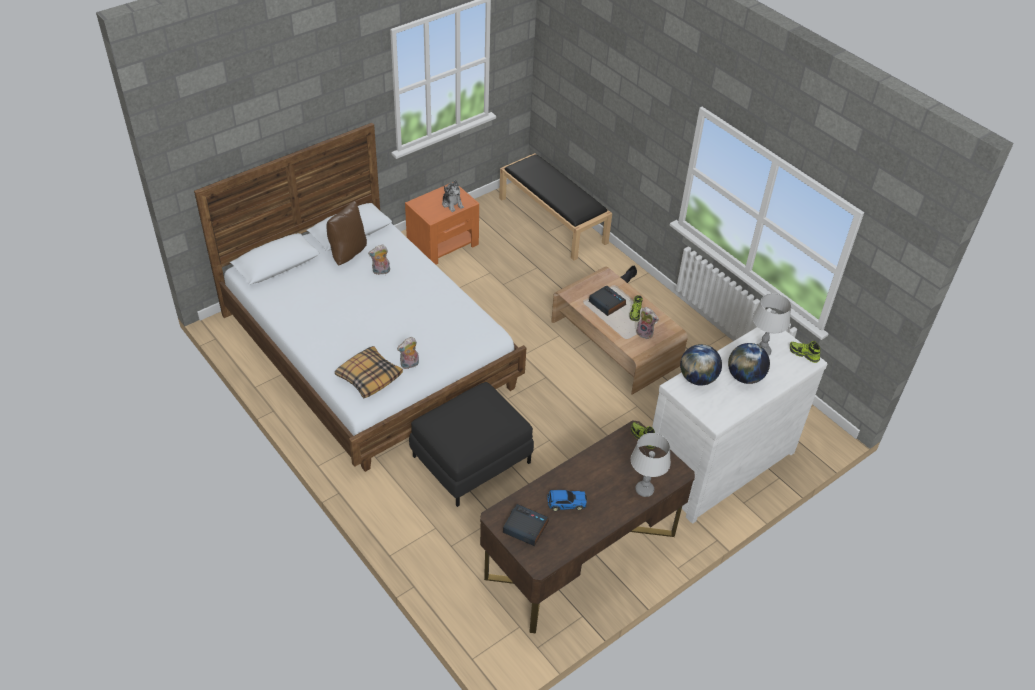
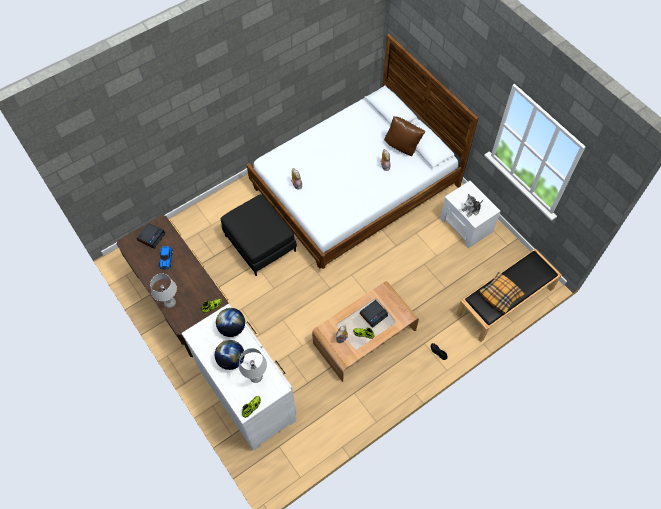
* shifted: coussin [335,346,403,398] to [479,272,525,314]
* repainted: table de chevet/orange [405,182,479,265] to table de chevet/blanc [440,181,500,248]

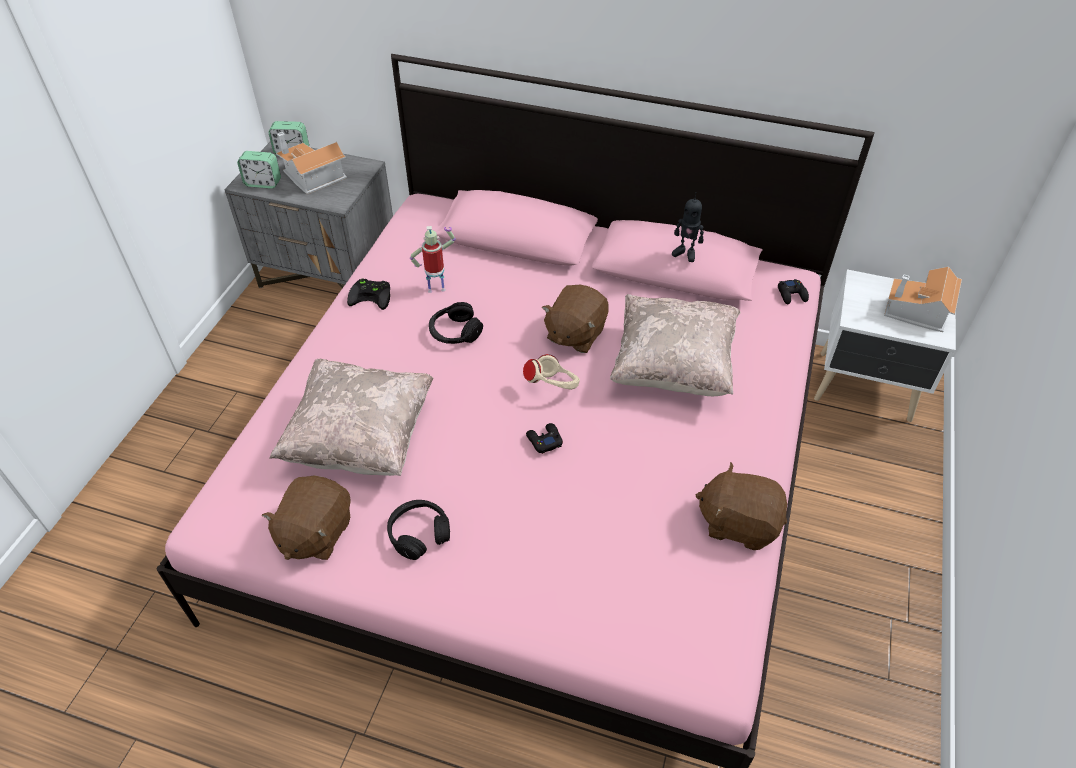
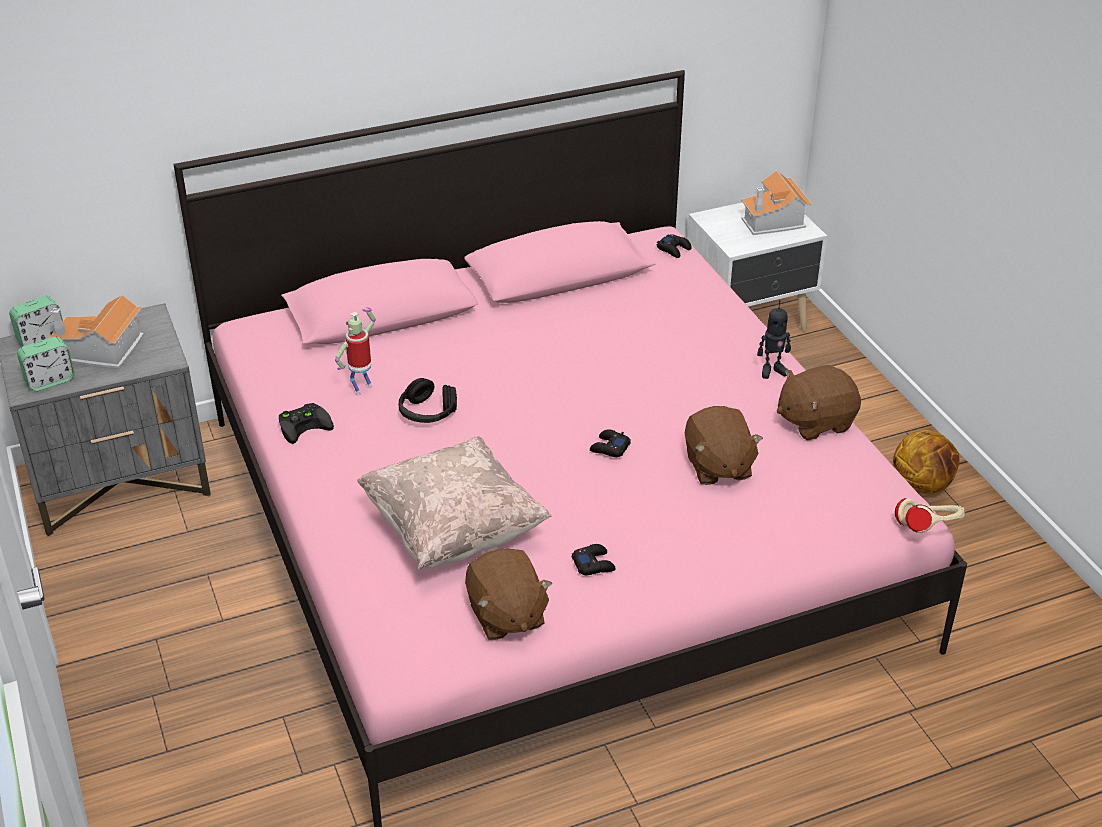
* swapped: casque audio/noir [387,500,450,560] to manette/noir [572,544,616,575]
* shifted: casque audio/beige [523,354,580,390] to [895,498,965,533]
* shifted: peluche/marron [542,285,609,353] to [685,406,763,485]
* gone: coussin/beige [610,294,741,396]
* shifted: robot jouet [672,192,704,262] to [757,300,791,379]
* new: ballon de basket [893,430,959,494]

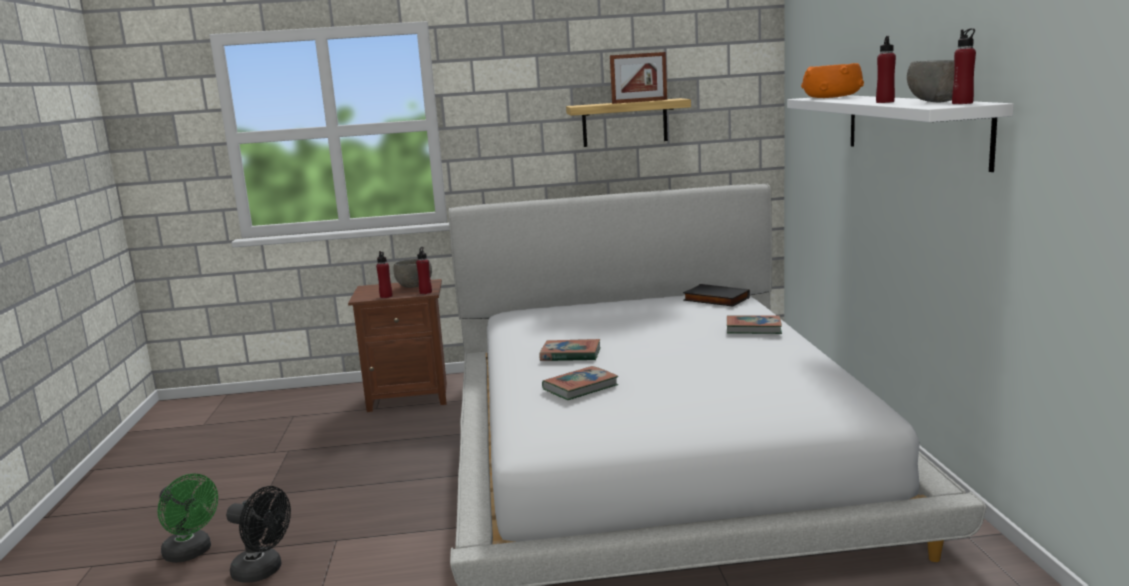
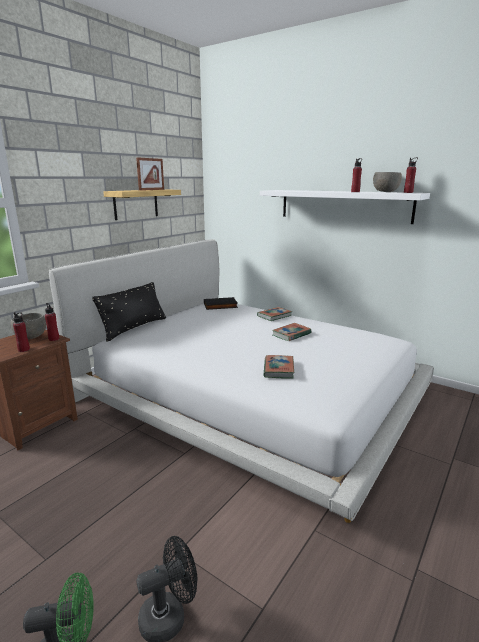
* shifted: livre [539,339,601,361] to [272,323,312,341]
* gone: bol/orange [801,63,864,98]
* new: coussin/noir [92,282,166,342]

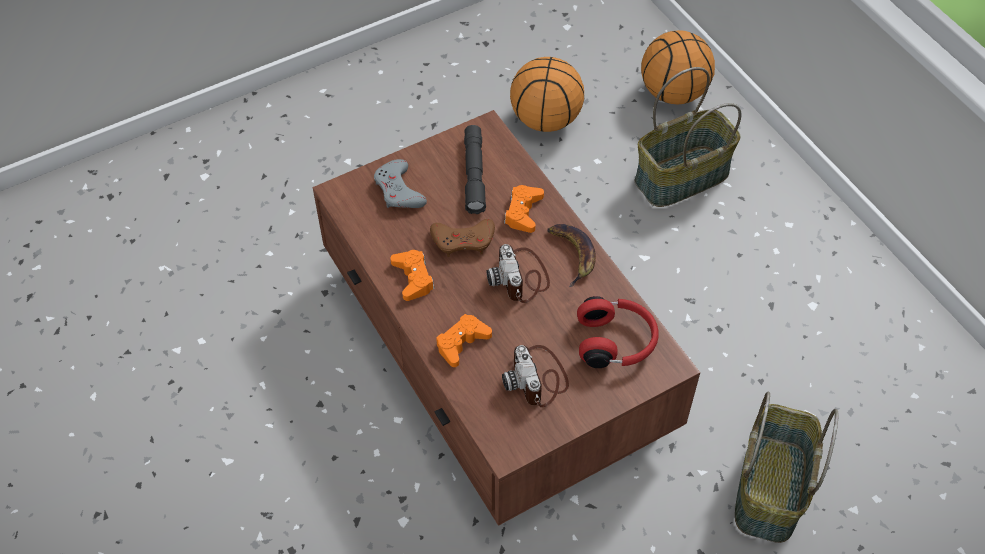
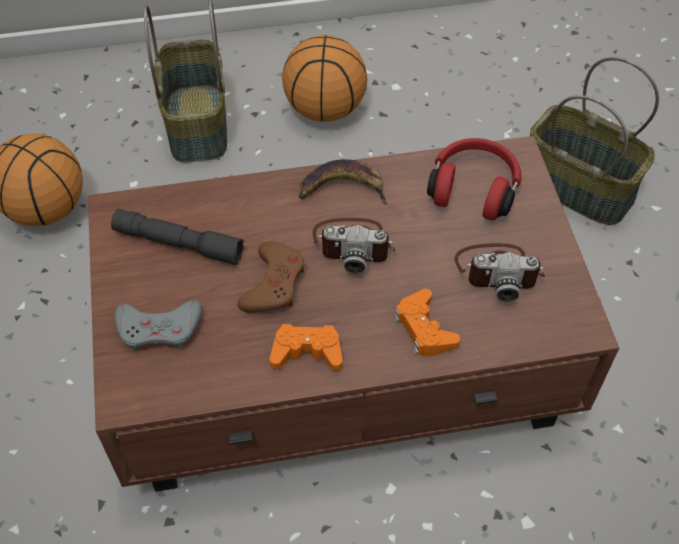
* gone: manette/orange [504,185,544,233]
* shifted: ballon de basket [641,30,715,104] to [282,35,367,122]

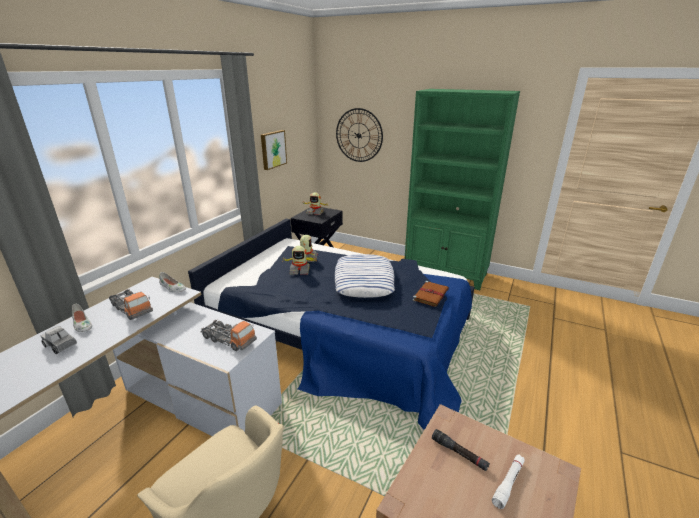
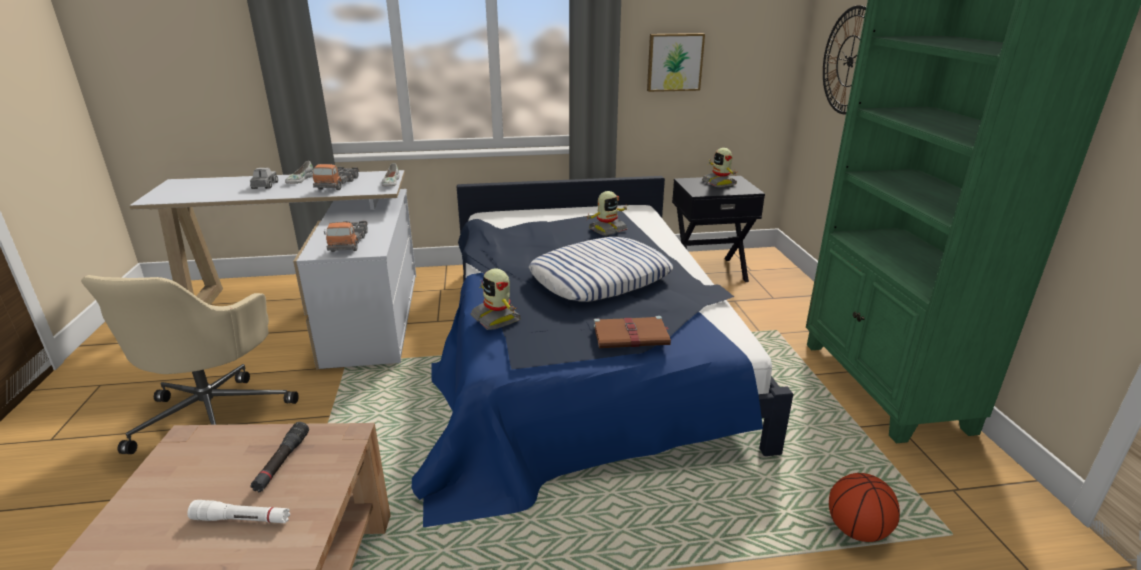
* shifted: robot jouet [283,246,317,275] to [470,268,521,330]
* new: ballon de basket [829,473,900,542]

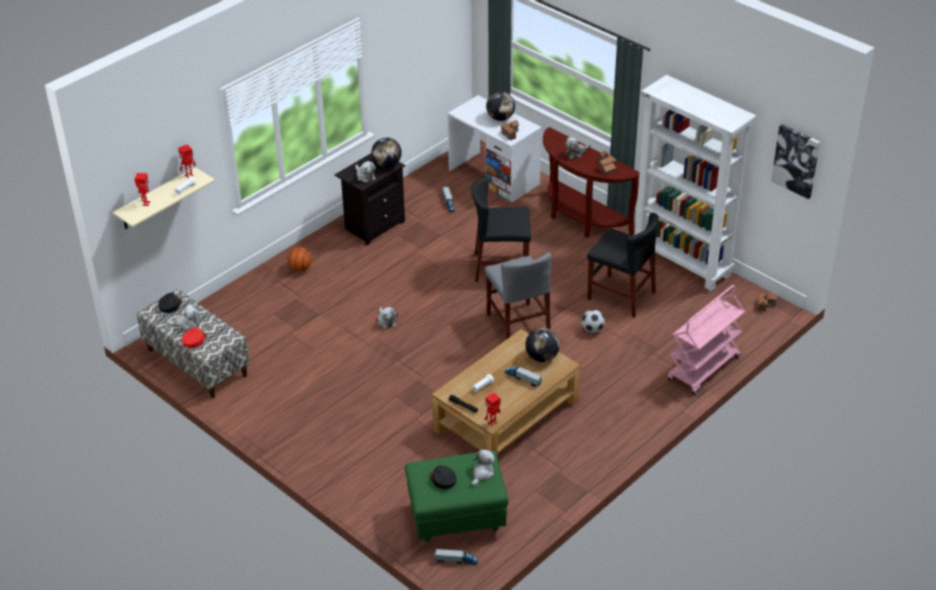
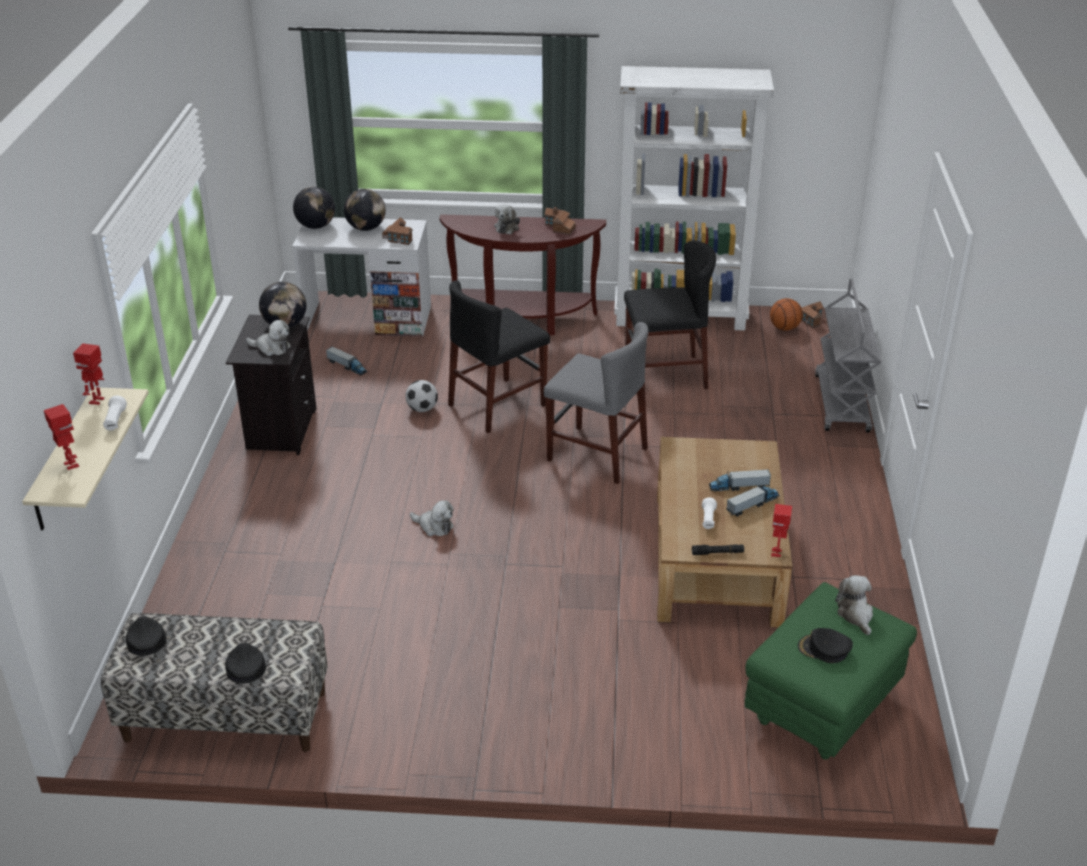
* gone: peluche [166,304,199,330]
* repainted: casquette/rouge [182,327,207,348] to casquette/noir [225,642,266,683]
* shifted: ballon de basket [287,247,312,272] to [770,298,803,331]
* shifted: camion jouet [435,549,478,565] to [726,487,780,517]
* shifted: globe [525,328,560,362] to [293,187,335,229]
* shifted: ballon de foot [581,309,605,333] to [405,380,438,412]
* repainted: chariot/rose [668,285,745,395] to chariot/gris [815,279,882,433]
* gone: tableau [771,124,820,199]

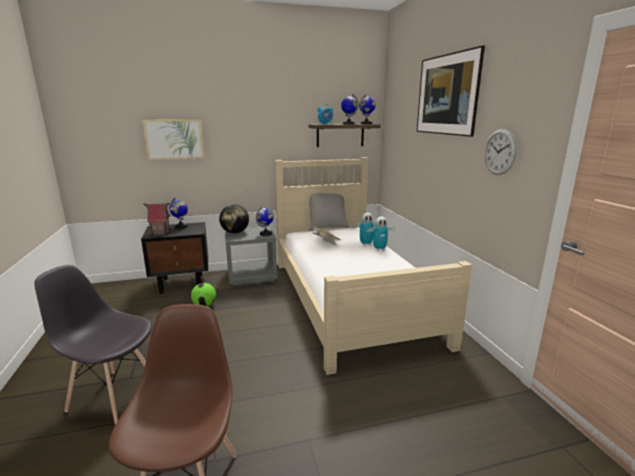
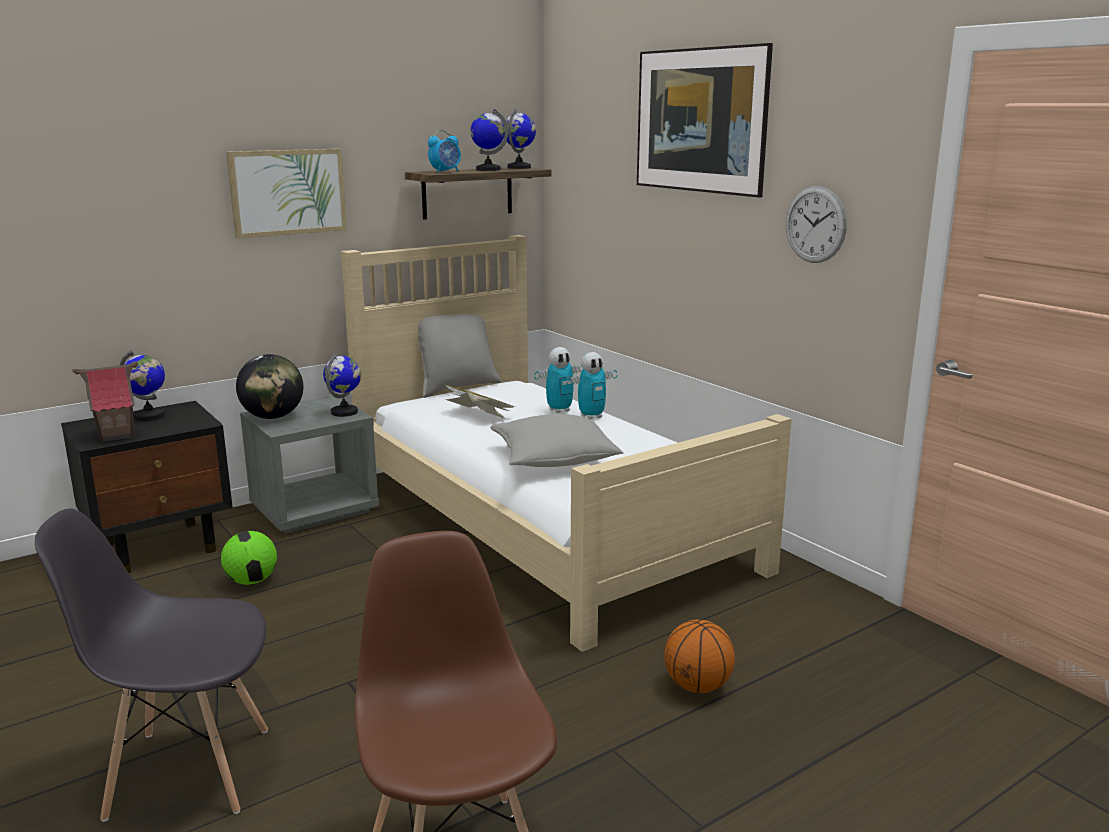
* shifted: tableau [142,119,205,160] to [226,149,347,239]
* new: coussin/gris [490,414,624,467]
* new: ballon de basket [664,619,735,693]

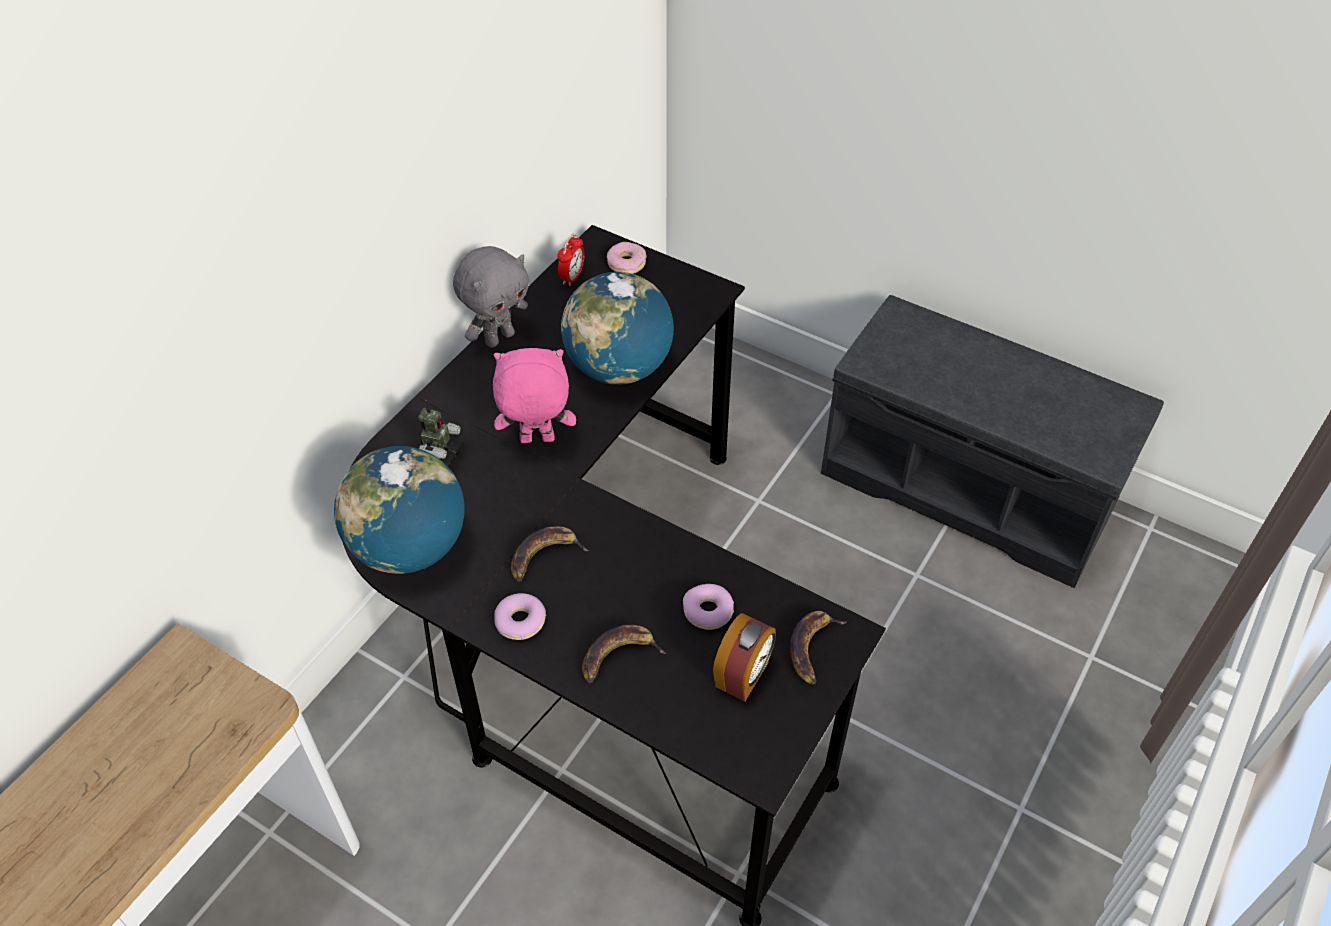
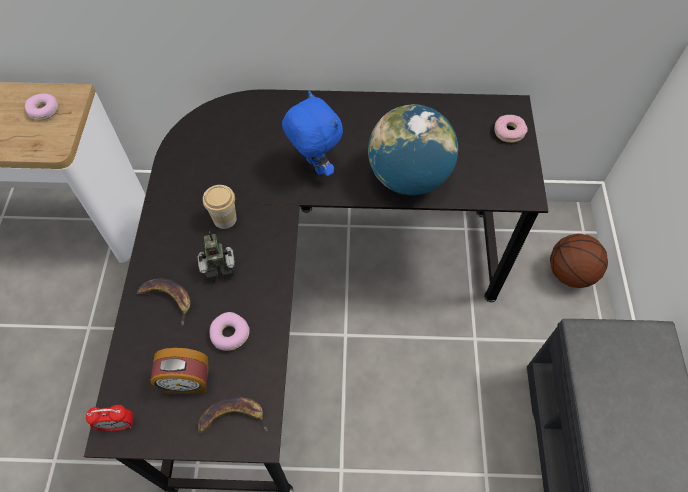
* gone: globe [334,446,465,574]
* shifted: robot jouet [417,400,464,469] to [197,232,235,282]
* gone: peluche/gris [453,246,529,348]
* repainted: peluche/rose [493,348,576,443] to peluche/bleu [282,91,343,176]
* shifted: beignet [494,593,546,640] to [25,93,58,120]
* swapped: banane [511,526,590,582] to tasse [203,185,237,229]
* shifted: réveil [558,234,584,286] to [86,405,133,431]
* new: ballon de basket [550,234,608,288]

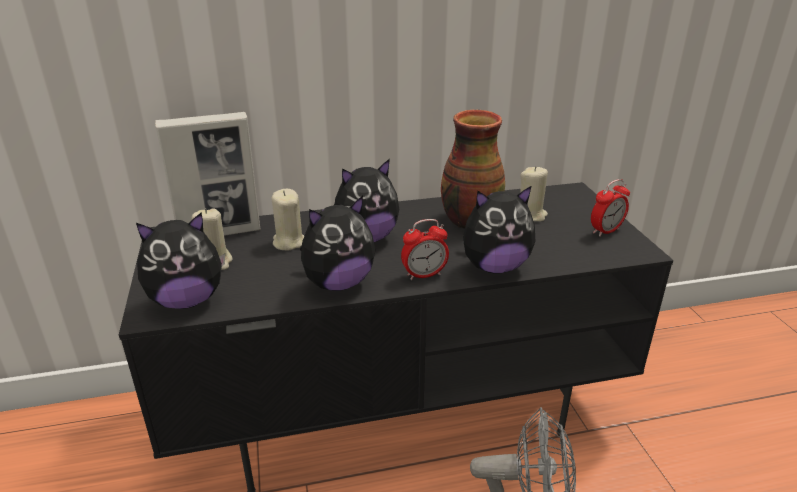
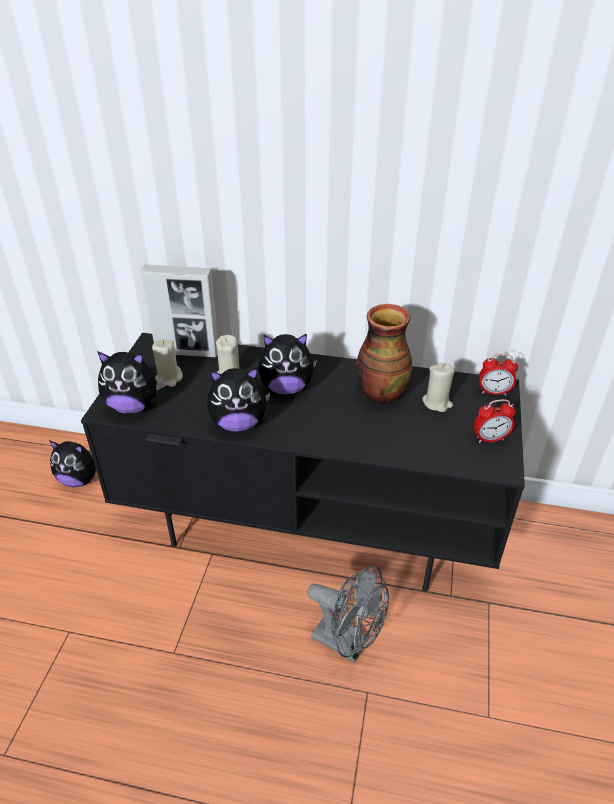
* shifted: réveil [401,219,449,280] to [479,354,518,395]
* shifted: peluche [463,186,535,274] to [49,440,96,487]

